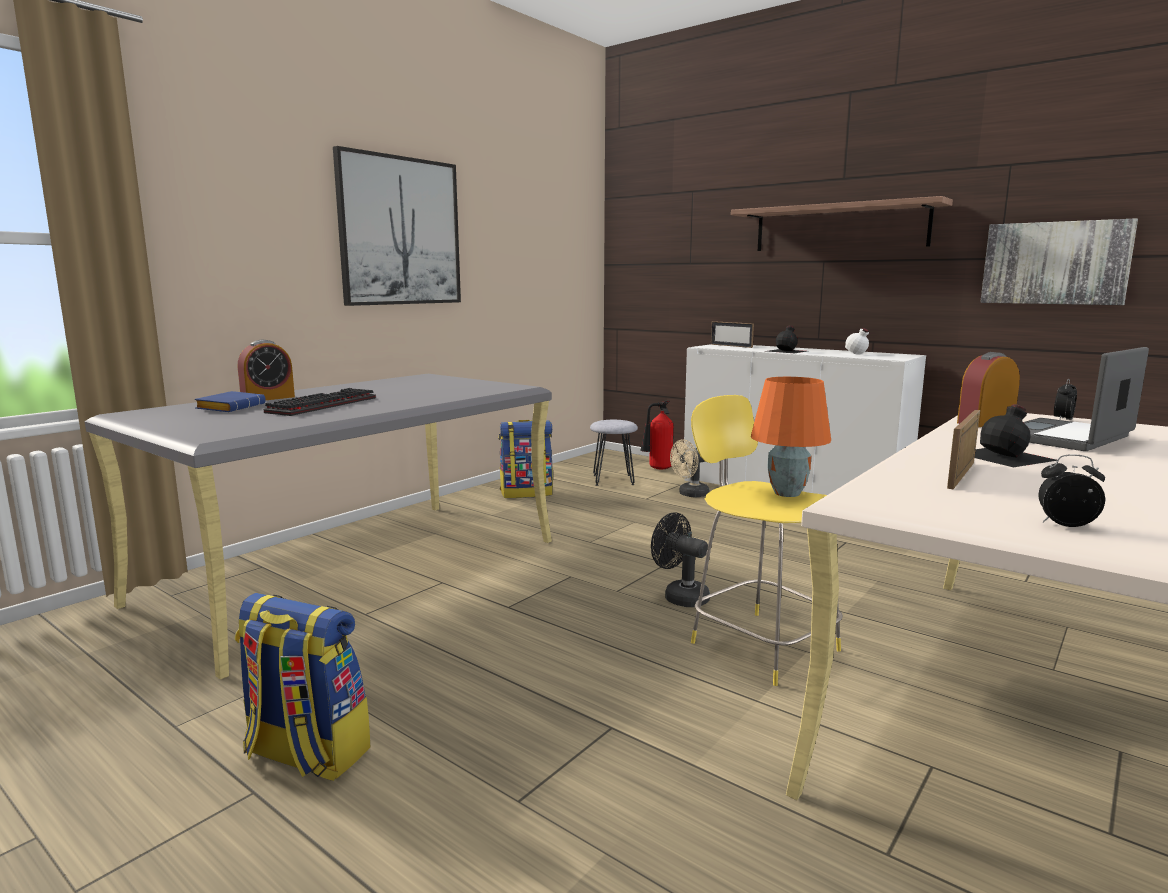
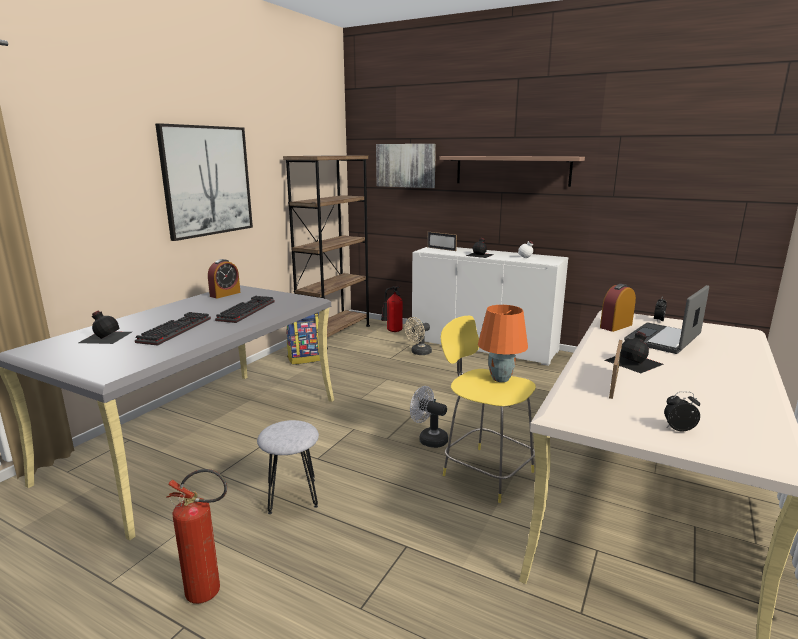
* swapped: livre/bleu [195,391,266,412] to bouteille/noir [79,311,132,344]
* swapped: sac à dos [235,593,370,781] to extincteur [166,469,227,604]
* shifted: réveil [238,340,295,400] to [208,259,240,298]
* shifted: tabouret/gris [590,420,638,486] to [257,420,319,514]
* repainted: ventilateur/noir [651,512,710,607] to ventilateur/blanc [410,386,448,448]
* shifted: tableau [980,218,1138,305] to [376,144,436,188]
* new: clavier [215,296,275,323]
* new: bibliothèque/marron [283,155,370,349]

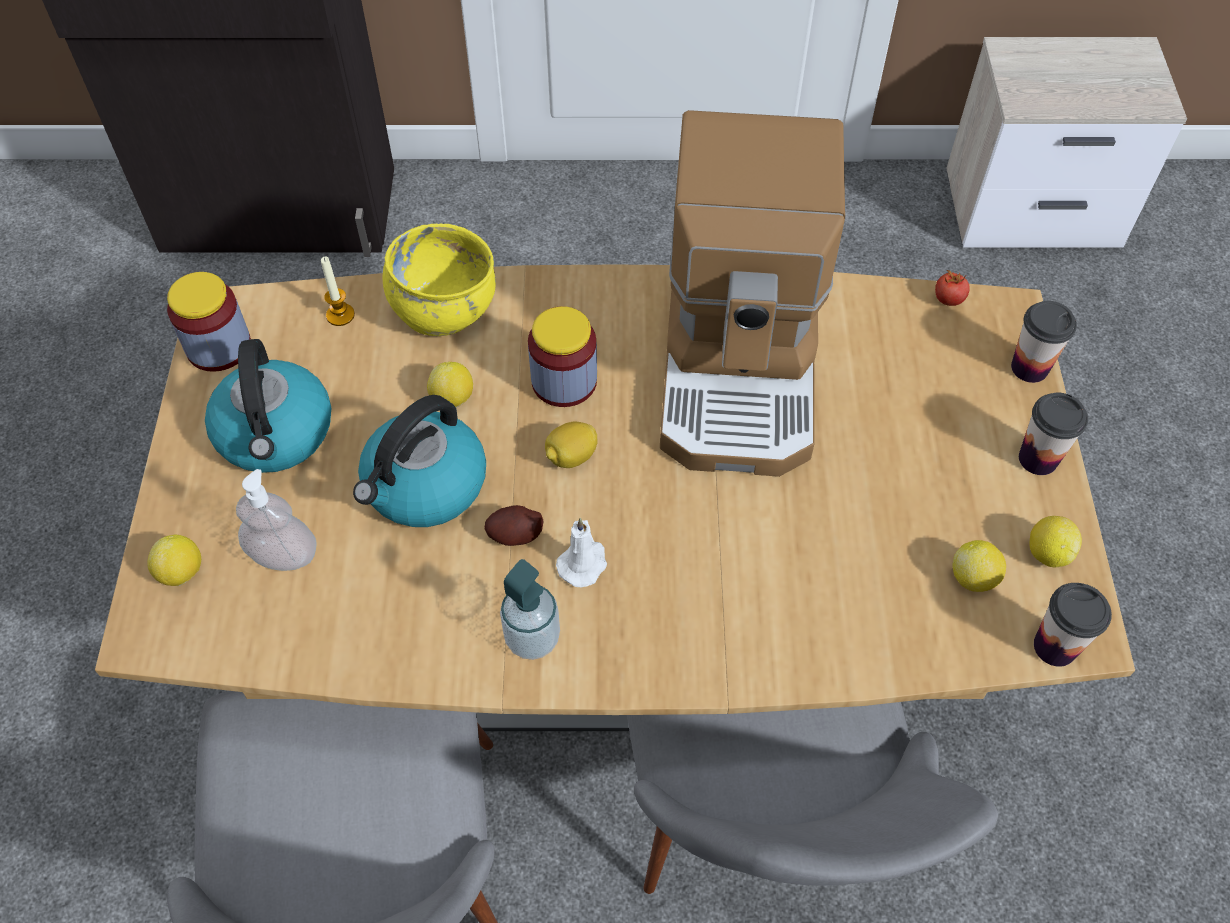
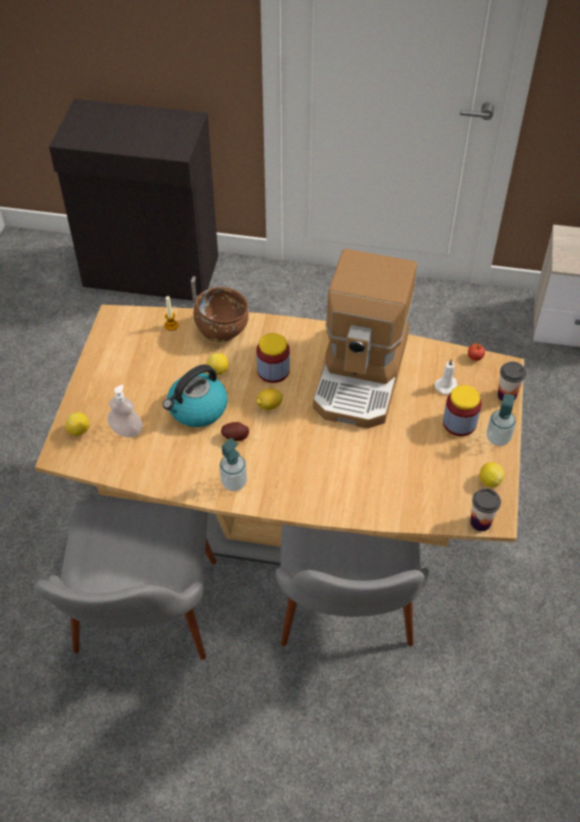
* shifted: bocal [167,272,251,372] to [443,385,482,436]
* gone: bouilloire [205,339,331,473]
* repainted: bol/jaune [383,223,496,336] to bol/marron [193,287,248,342]
* shifted: bougie/blanc [556,518,607,587] to [434,358,457,395]
* gone: citron [953,540,1006,592]
* swapped: tasse [1019,393,1088,475] to distributeur de savon [487,394,516,446]

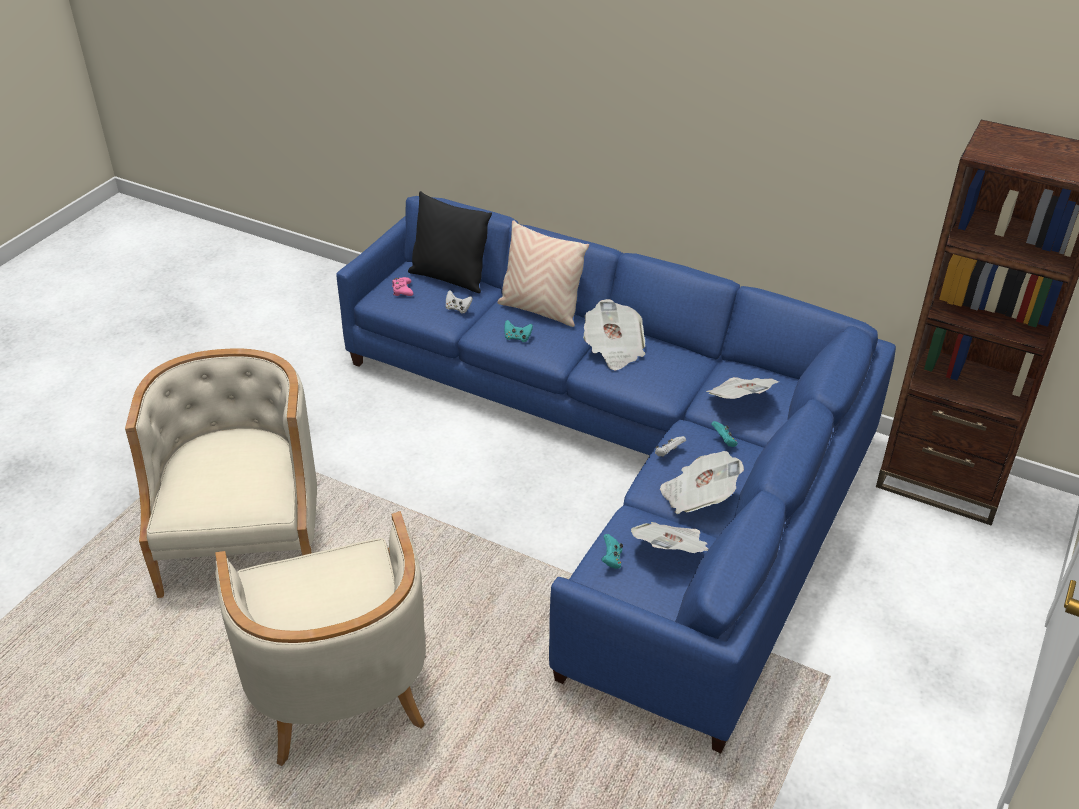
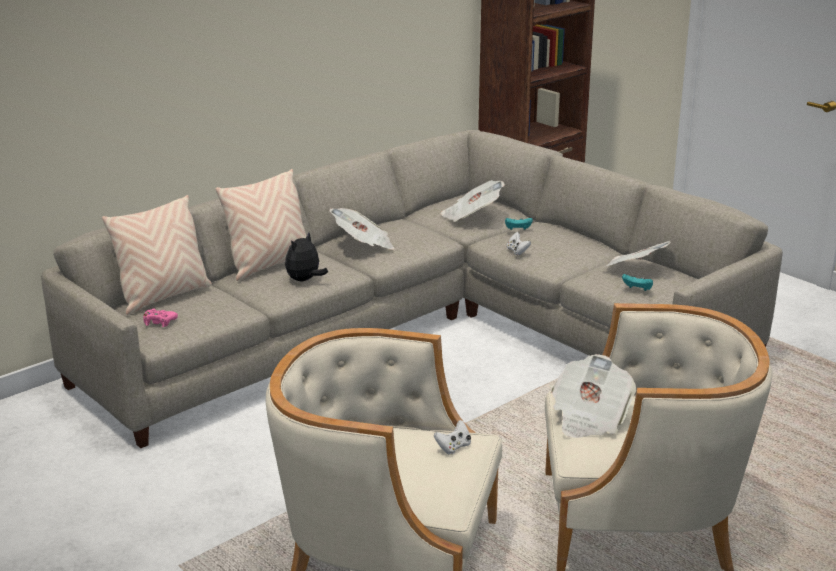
* repainted: canapé/bleu [336,196,896,753] to canapé/gris [41,130,783,448]
* repainted: coussin/noir [408,191,492,293] to coussin/beige [102,195,212,315]
* shifted: manette/blanc [446,290,473,313] to [434,420,471,455]
* swapped: manette/turquoise [504,320,533,342] to peluche [285,233,328,281]
* shifted: journal [660,451,744,514] to [551,354,636,438]

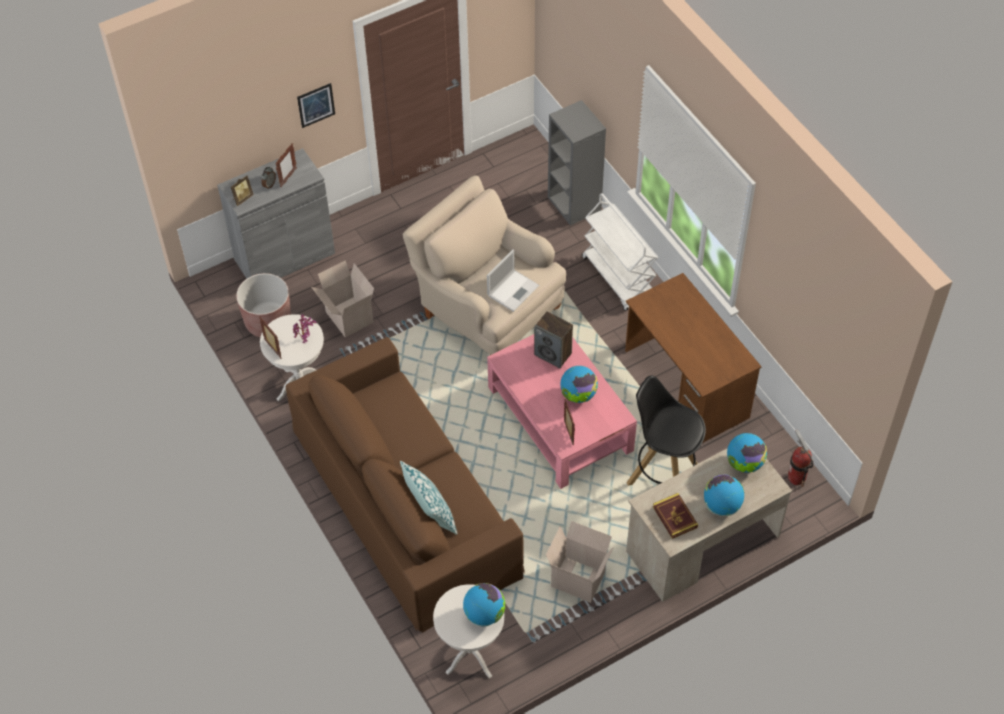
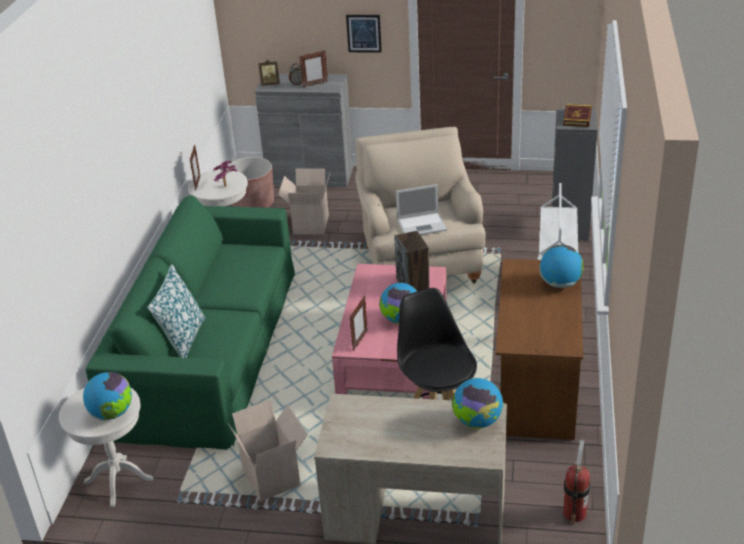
* repainted: canapé/marron [286,337,525,633] to canapé/vert [86,196,295,450]
* shifted: livre [653,493,698,539] to [563,104,592,127]
* shifted: globe [704,474,744,516] to [540,245,584,288]

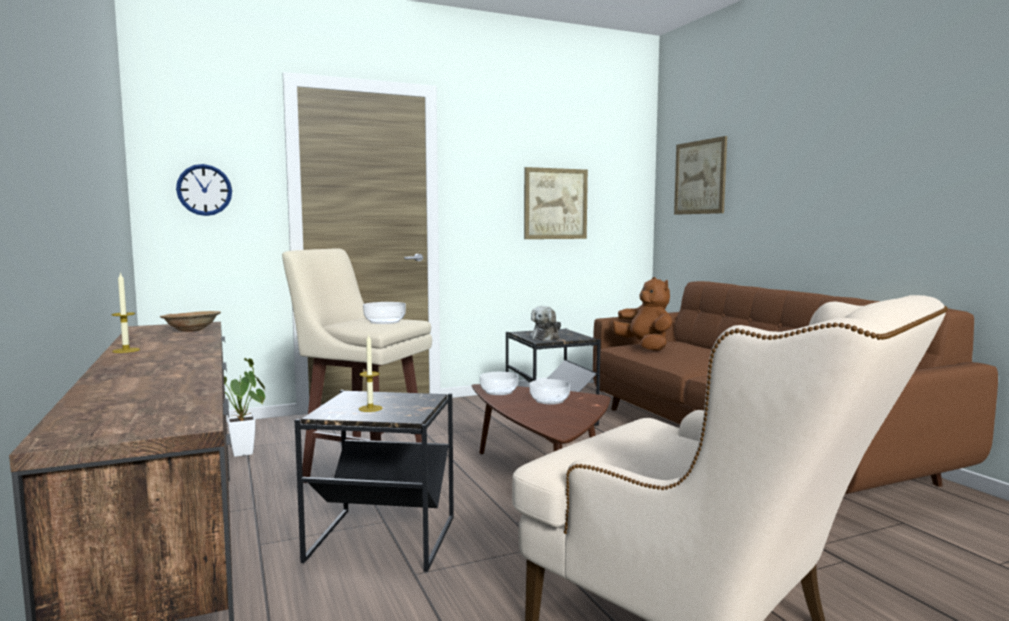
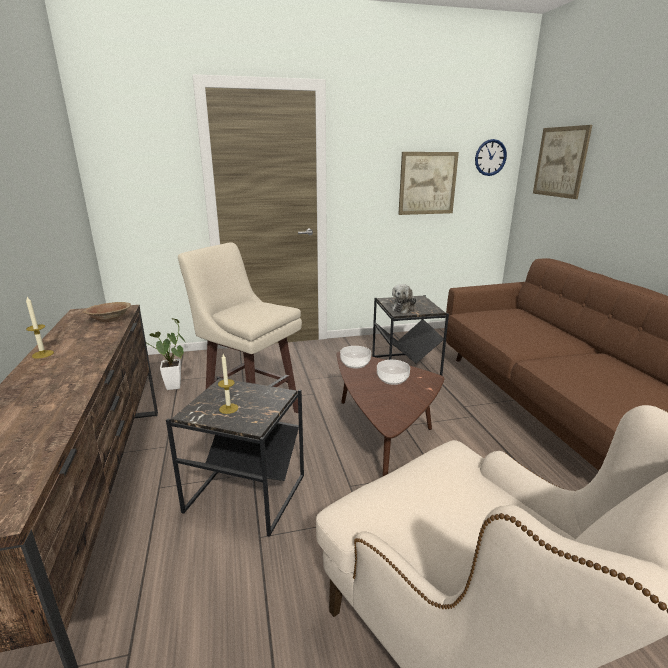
* shifted: horloge murale [176,164,232,216] to [475,139,507,176]
* gone: bol [363,302,406,324]
* gone: peluche/marron [611,277,672,351]

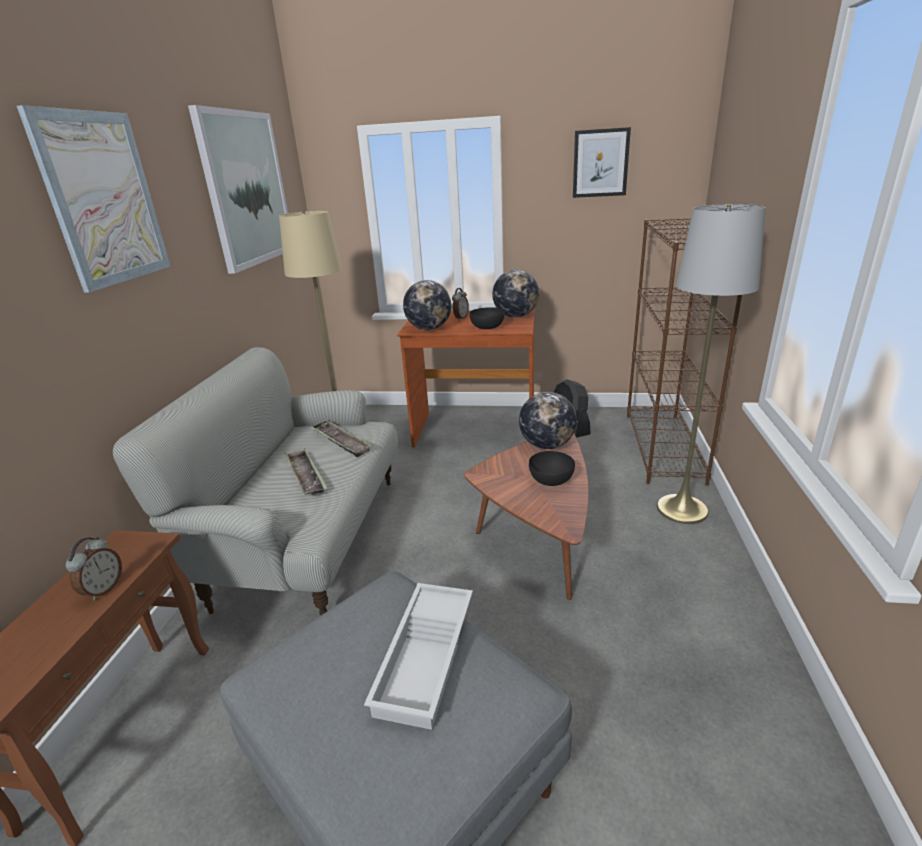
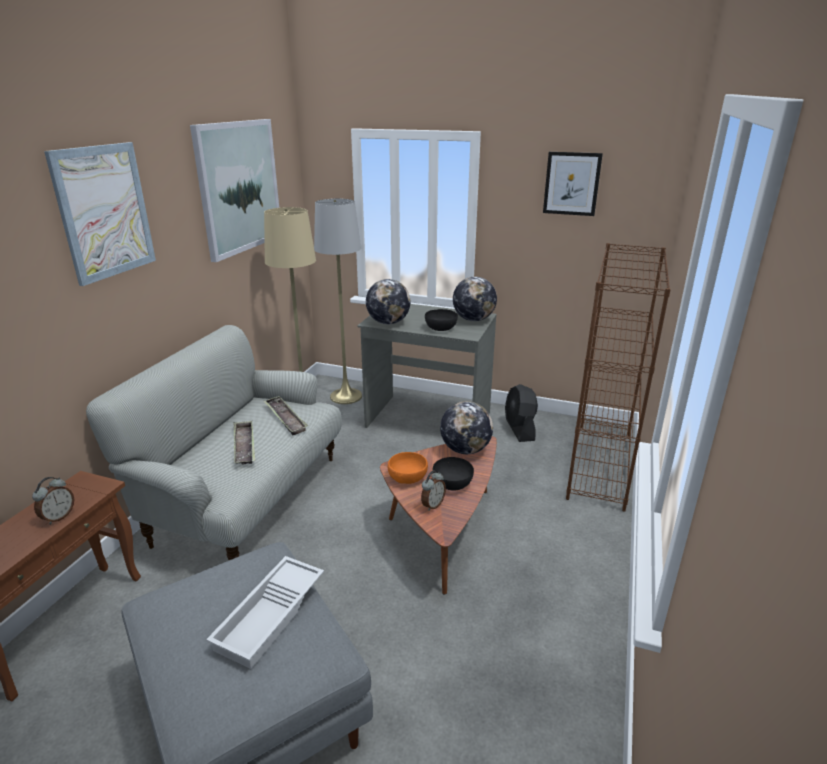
* repainted: bureau/marron [397,309,535,448] to bureau/gris [357,304,496,428]
* shifted: réveil [452,288,469,320] to [421,470,446,511]
* shifted: lampadaire/gris [657,204,766,524] to [314,199,362,404]
* new: bol/orange [388,452,428,484]

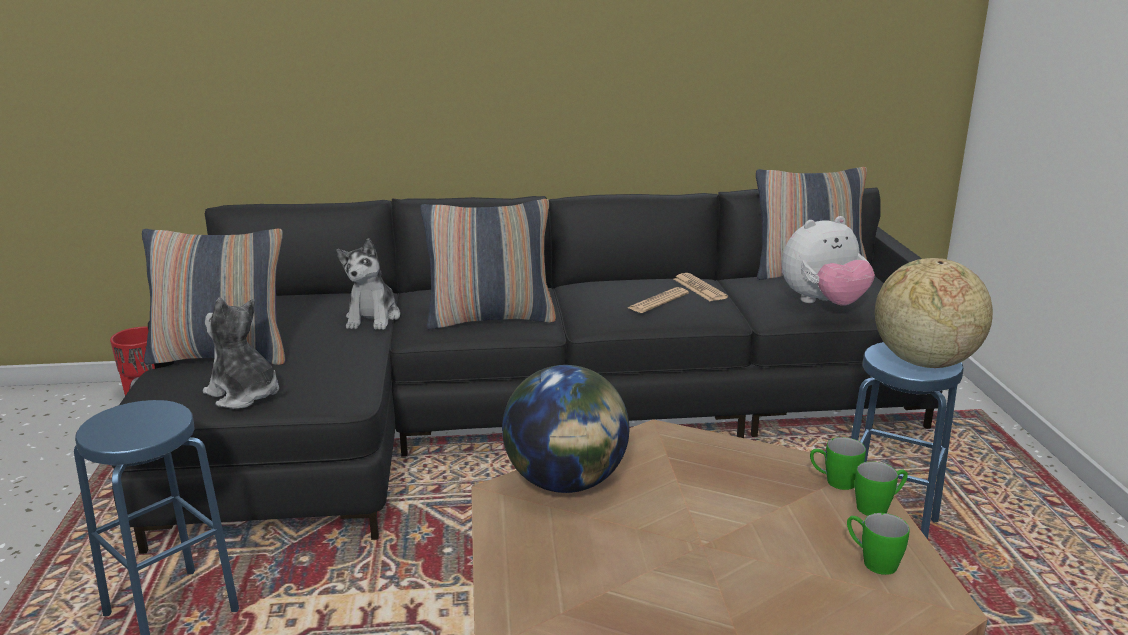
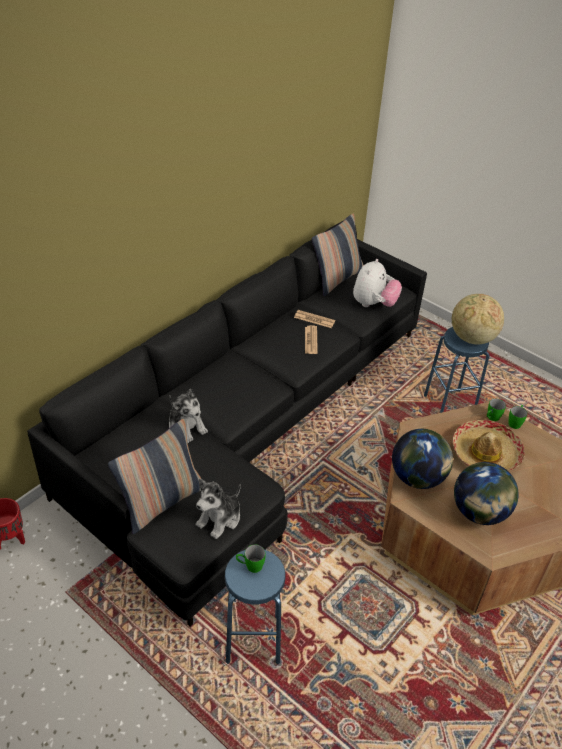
* rotated: peluche [203,298,279,409] = [196,479,241,539] 45 degrees counterclockwise
* gone: coussin [420,199,556,329]
* shifted: mug/vert [847,513,910,575] to [236,544,266,573]
* new: chapeau [453,420,525,471]
* new: globe [454,462,519,525]

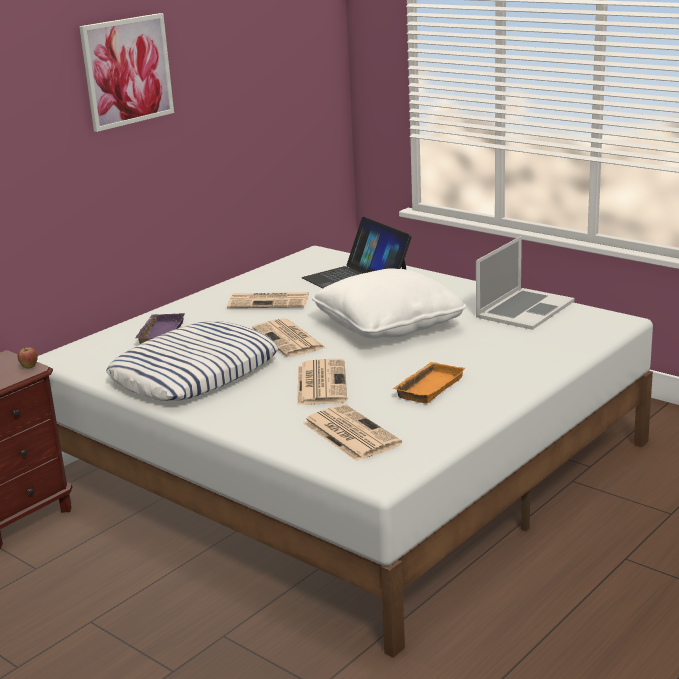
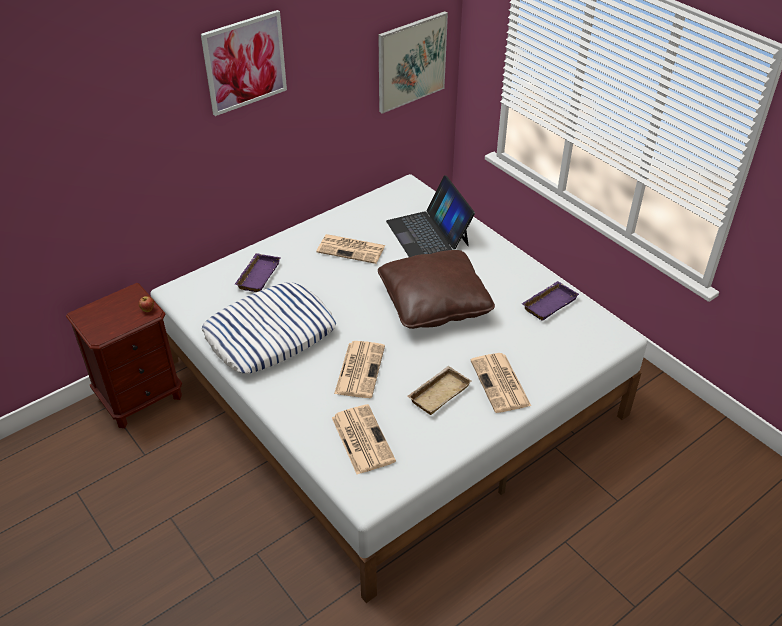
* shifted: journal [253,318,326,357] to [470,353,531,413]
* repainted: coussin/blanc [312,269,466,339] to coussin/marron [378,250,495,329]
* repainted: plateau/orange [392,362,465,404] to plateau/beige [408,366,471,415]
* swapped: ordinateur portable [476,236,575,330] to plateau/violet [521,281,579,321]
* new: tableau [378,11,448,114]

